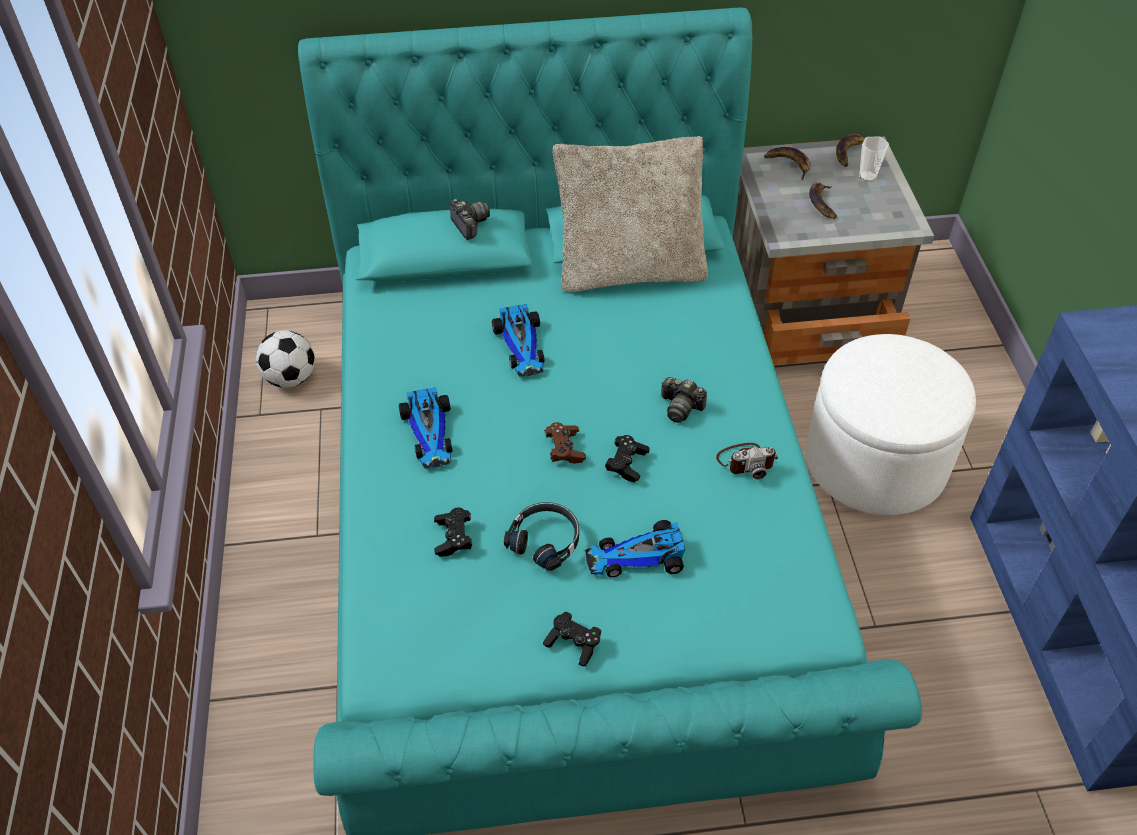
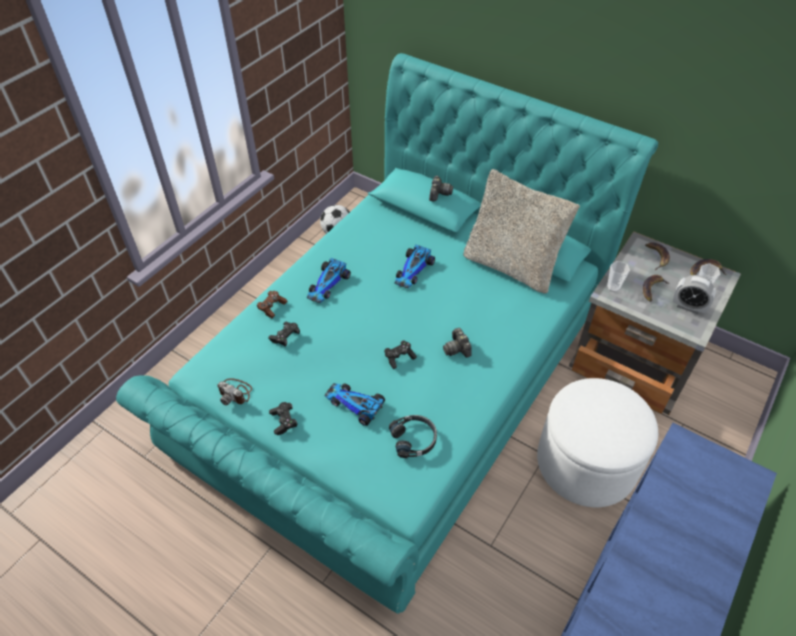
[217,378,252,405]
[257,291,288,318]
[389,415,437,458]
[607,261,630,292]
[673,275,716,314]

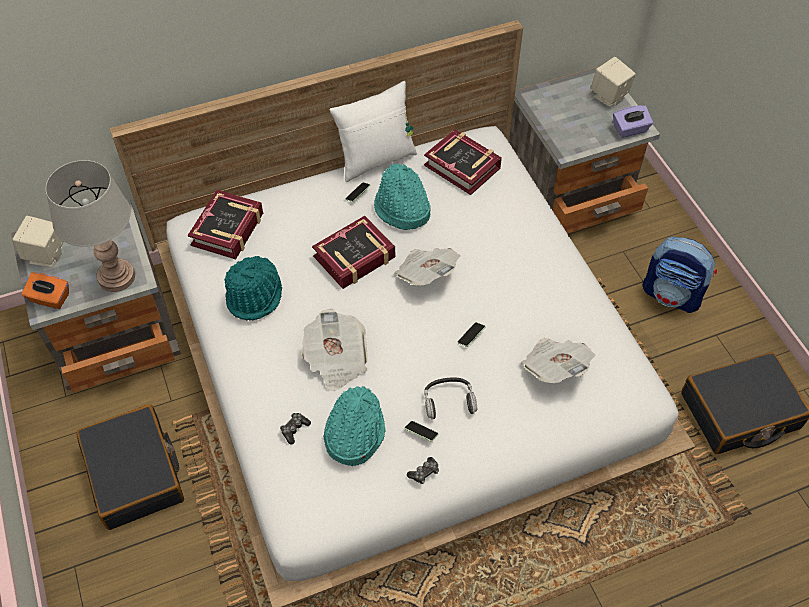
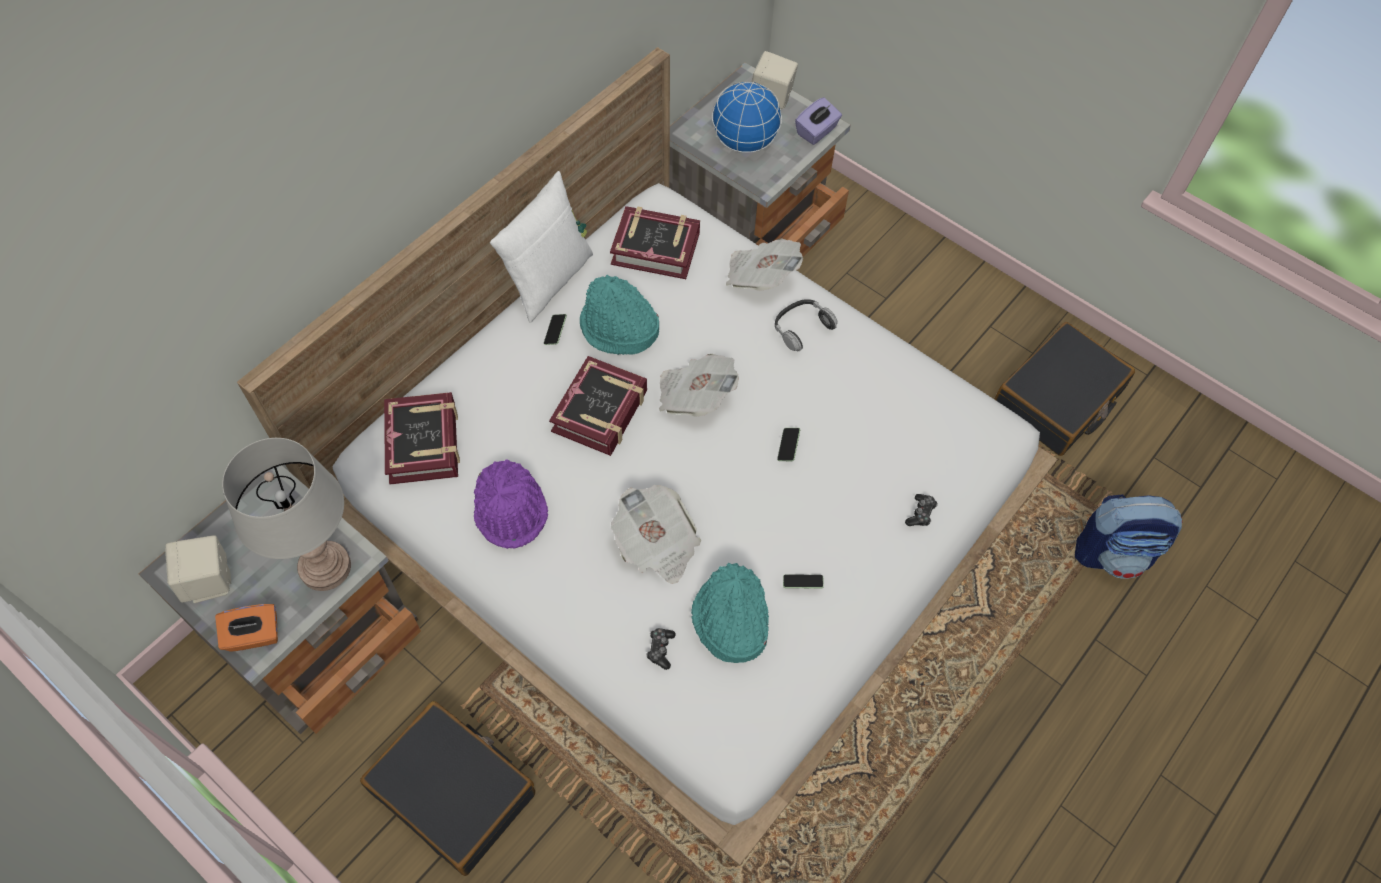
[474,459,548,549]
[712,81,782,153]
[726,239,803,291]
[775,299,838,351]
[905,494,938,526]
[1075,494,1182,579]

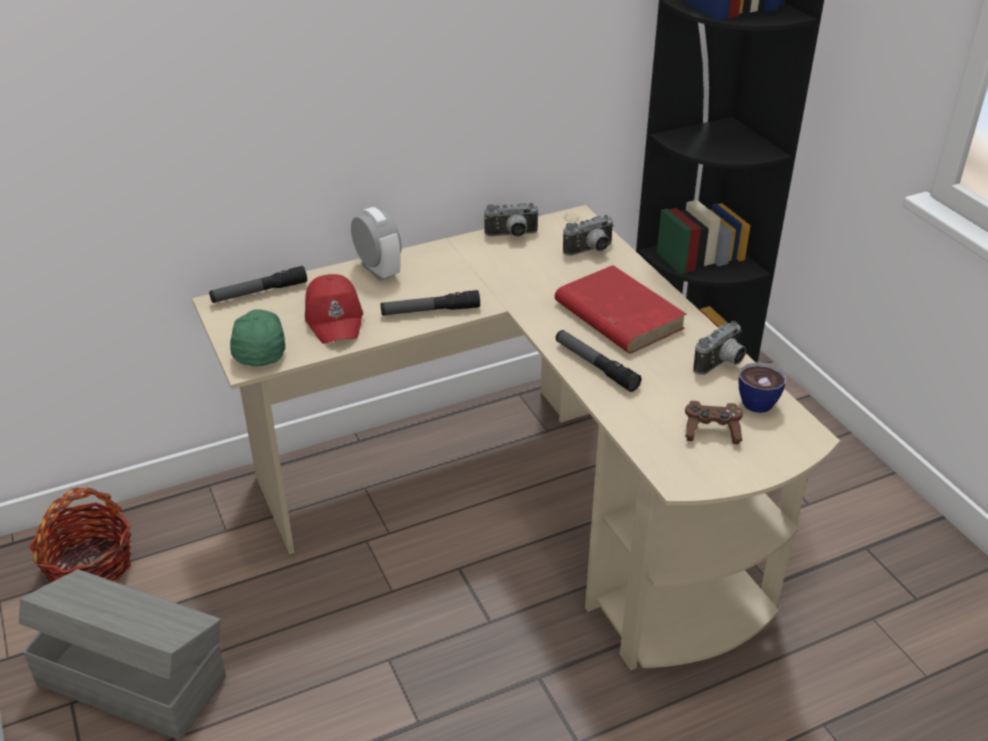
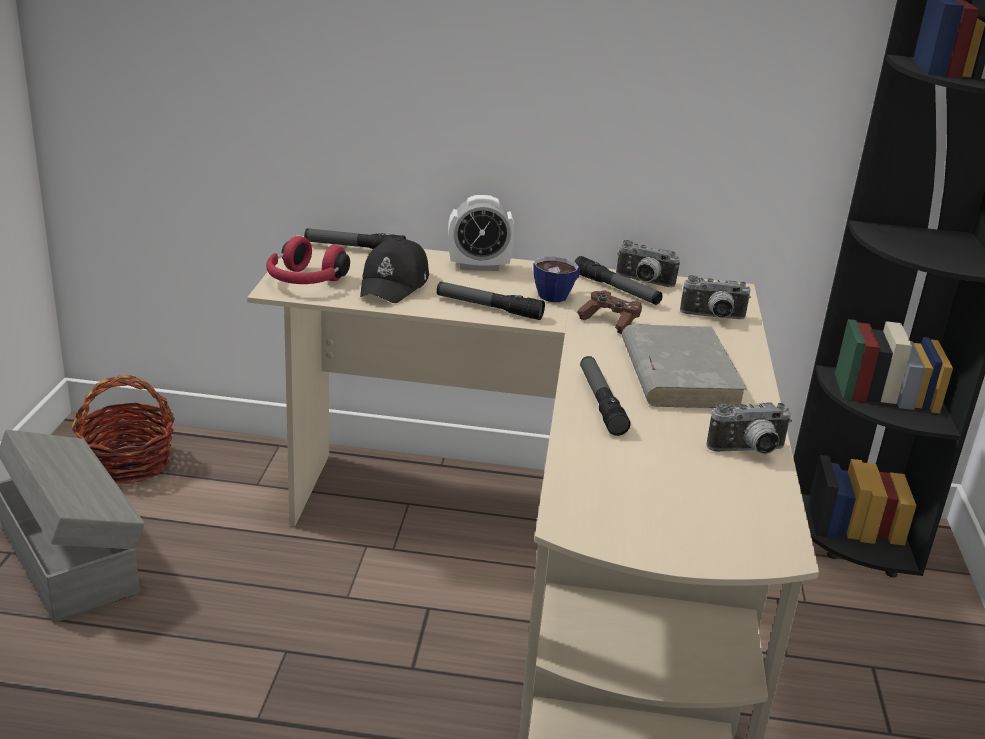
[266,236,350,284]
[360,238,429,303]
[448,195,515,271]
[533,257,580,302]
[574,256,663,305]
[577,290,642,334]
[622,324,747,408]

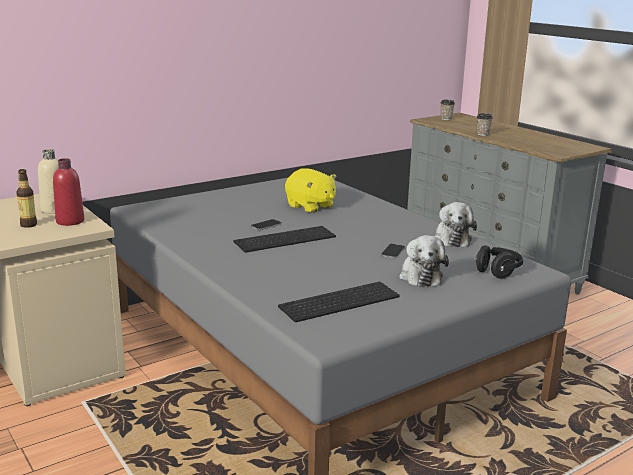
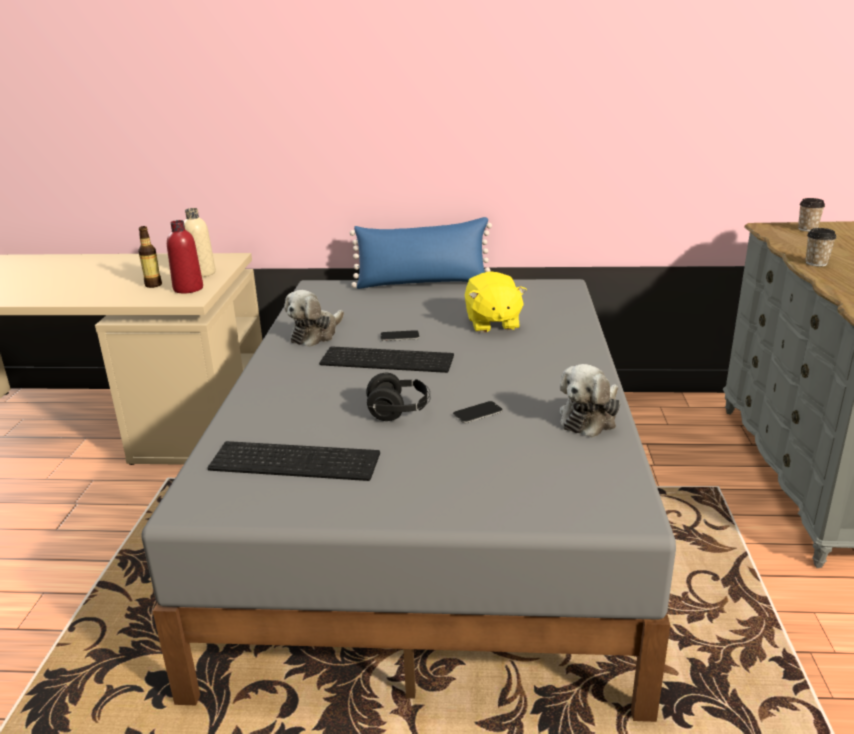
[284,290,344,347]
[350,217,492,289]
[366,373,430,421]

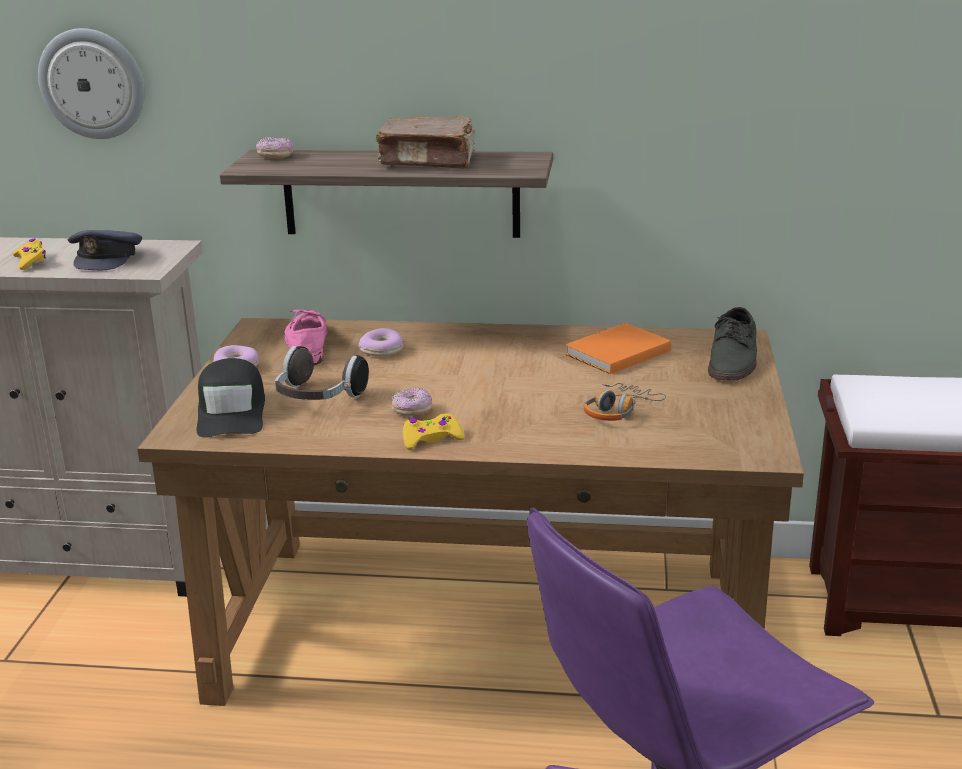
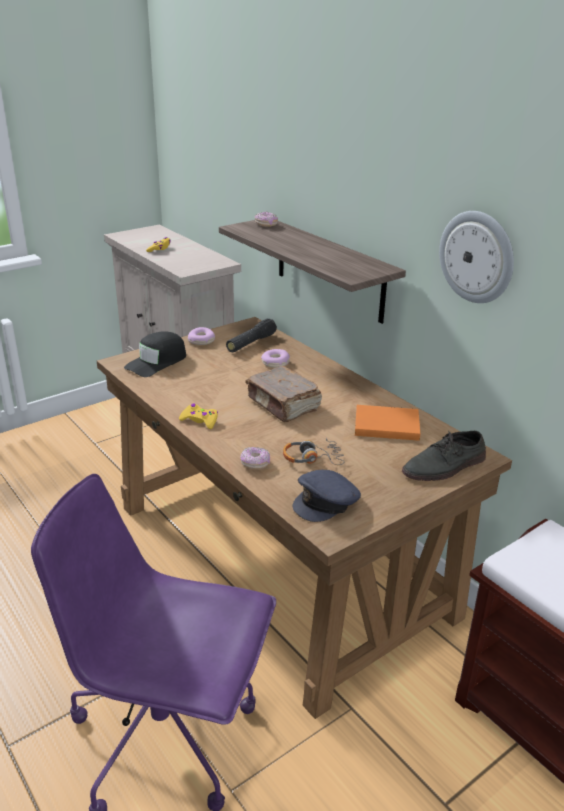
[226,319,277,352]
[240,447,270,469]
[245,366,322,422]
[292,470,361,522]
[439,211,514,303]
[275,346,369,400] (first image)

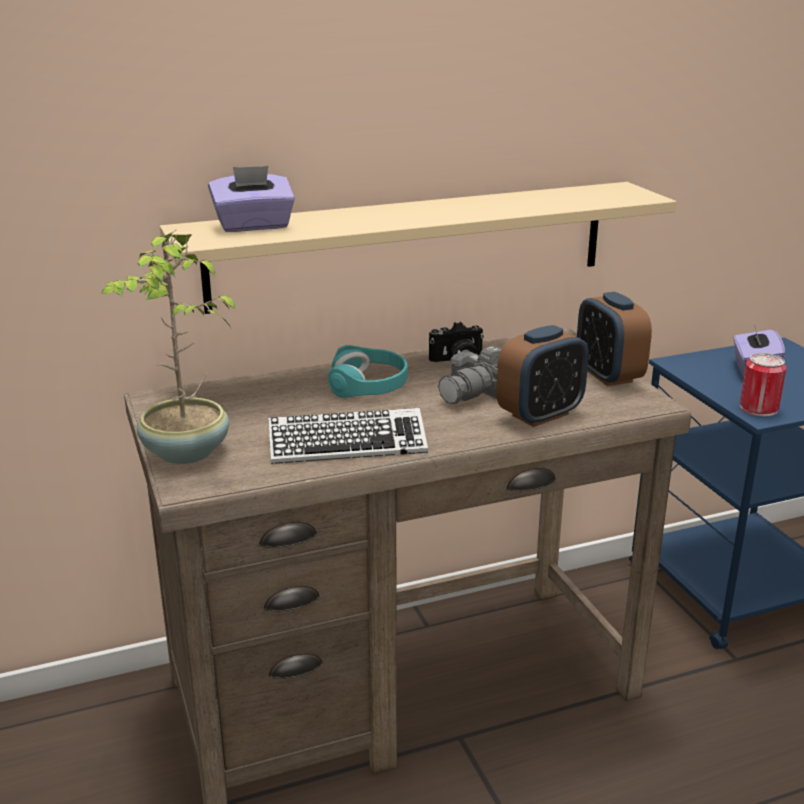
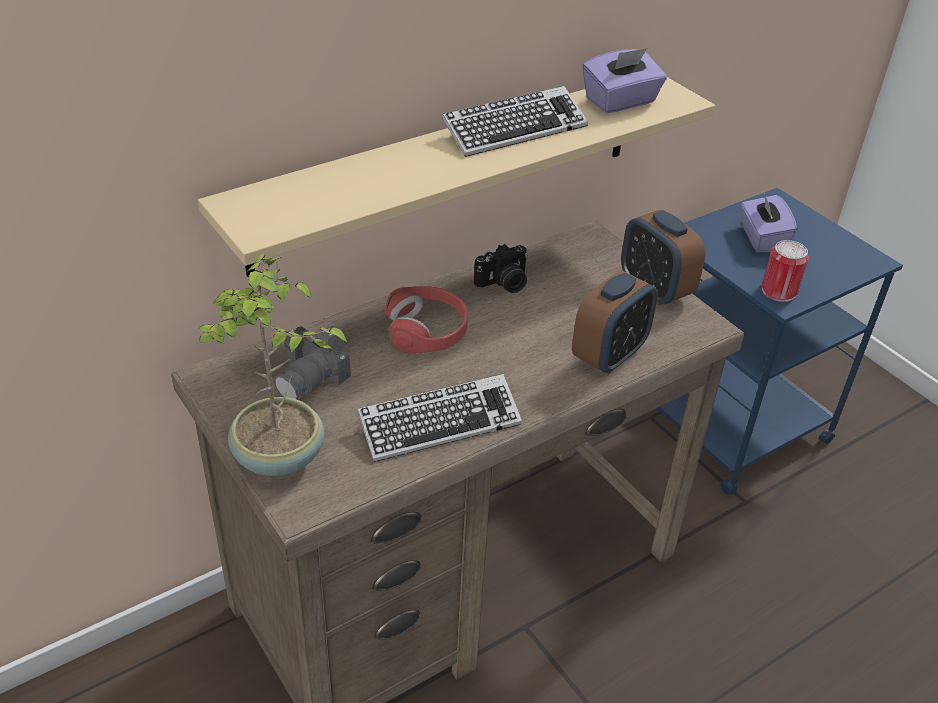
[274,325,351,400]
[386,286,468,353]
[442,86,588,157]
[583,48,667,113]

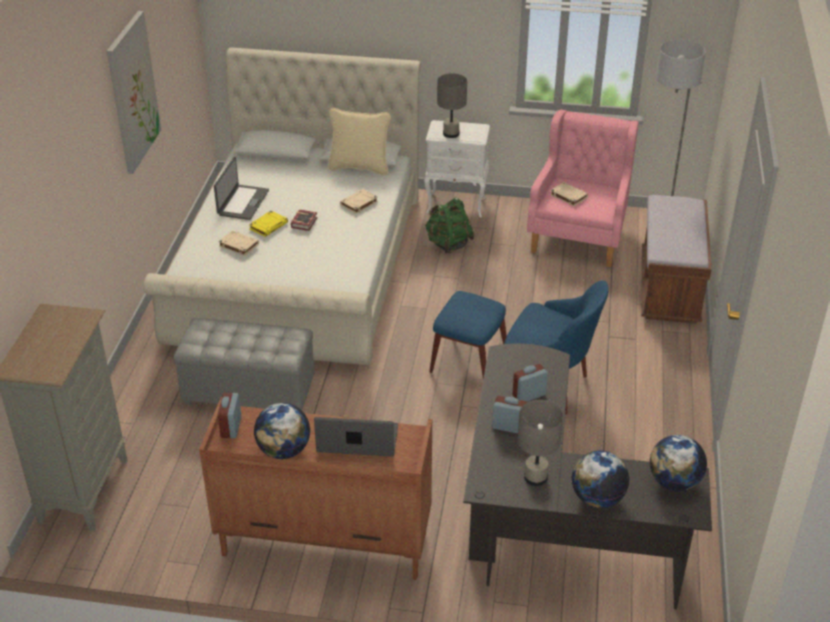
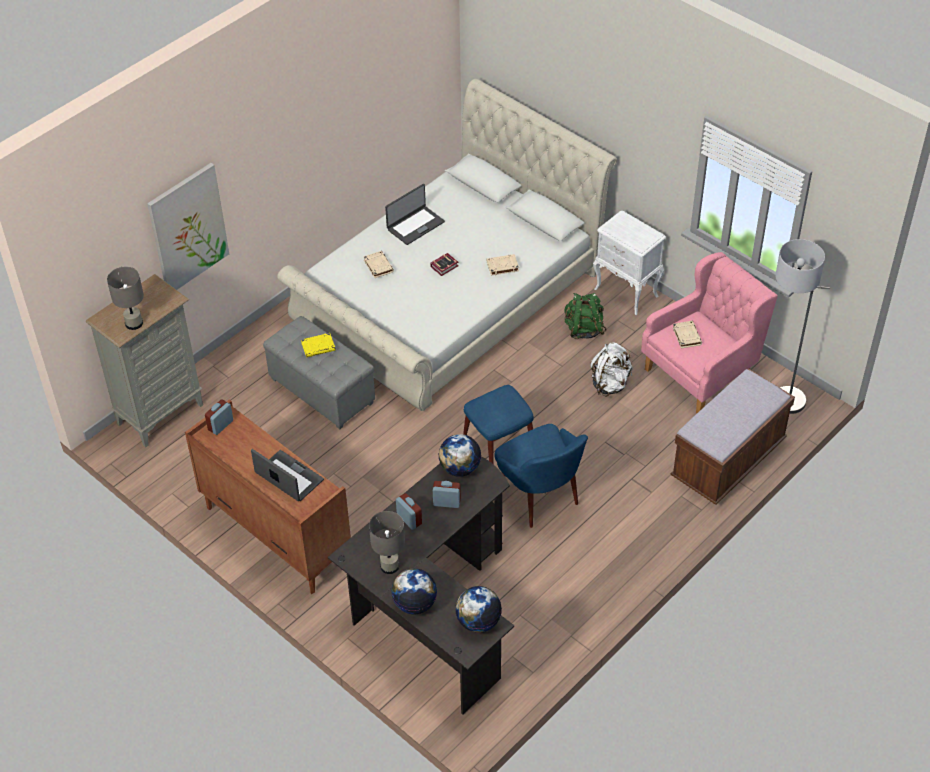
[107,267,144,330]
[147,163,229,290]
[301,333,336,358]
[438,434,481,477]
[590,342,633,397]
[328,108,391,175] (first image)

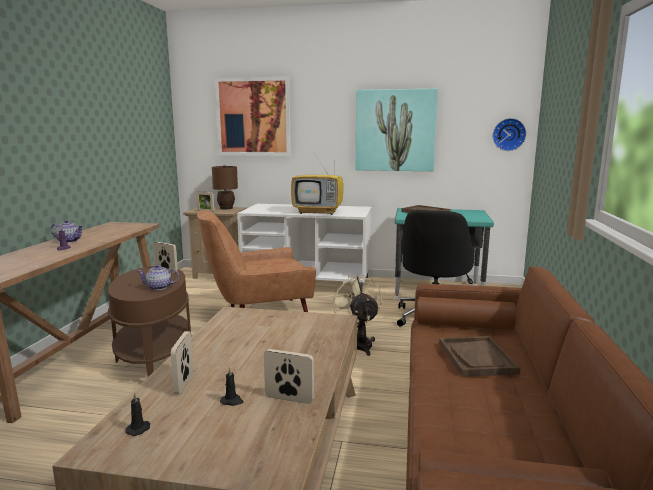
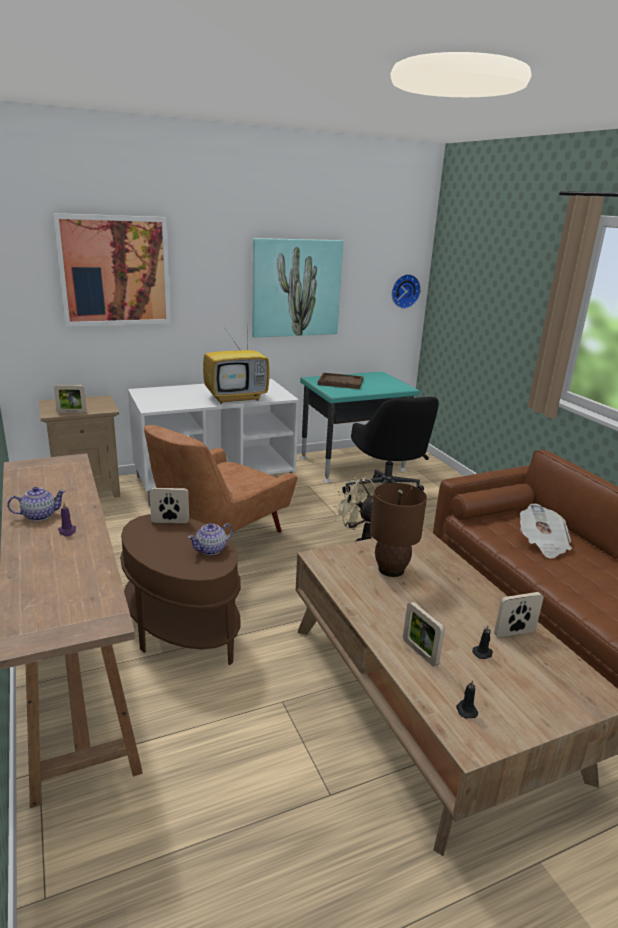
[370,483,427,577]
[520,503,572,559]

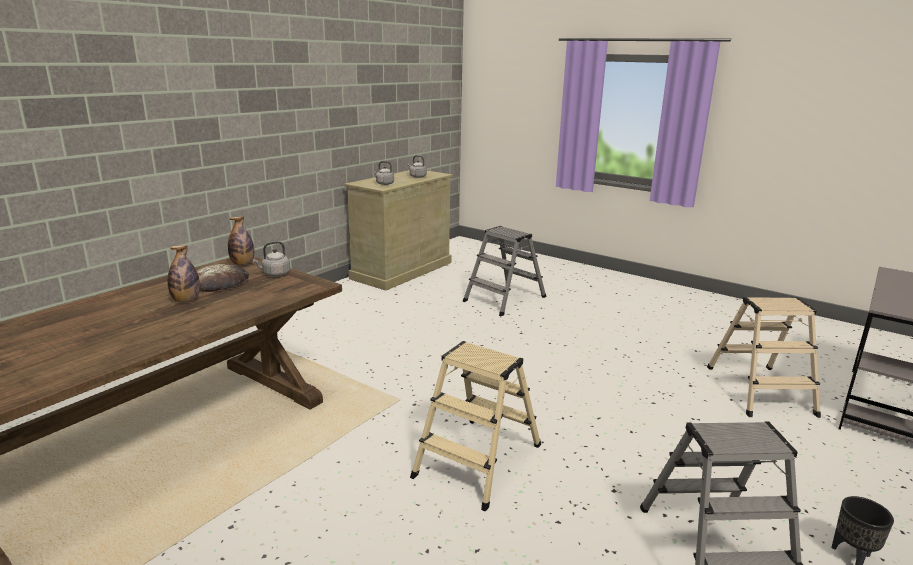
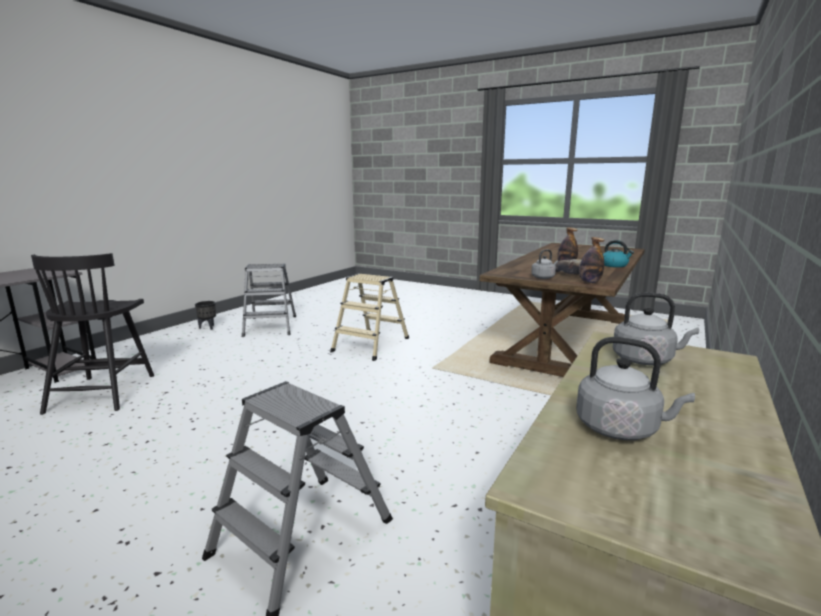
[31,253,154,415]
[603,240,634,267]

